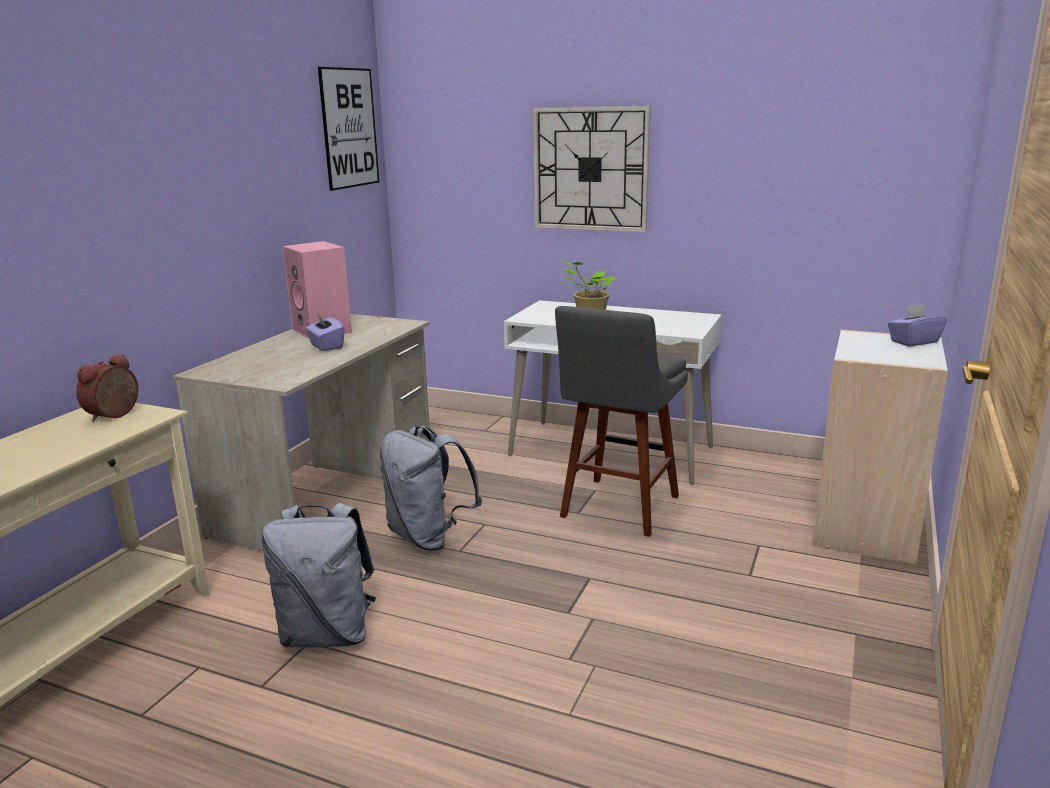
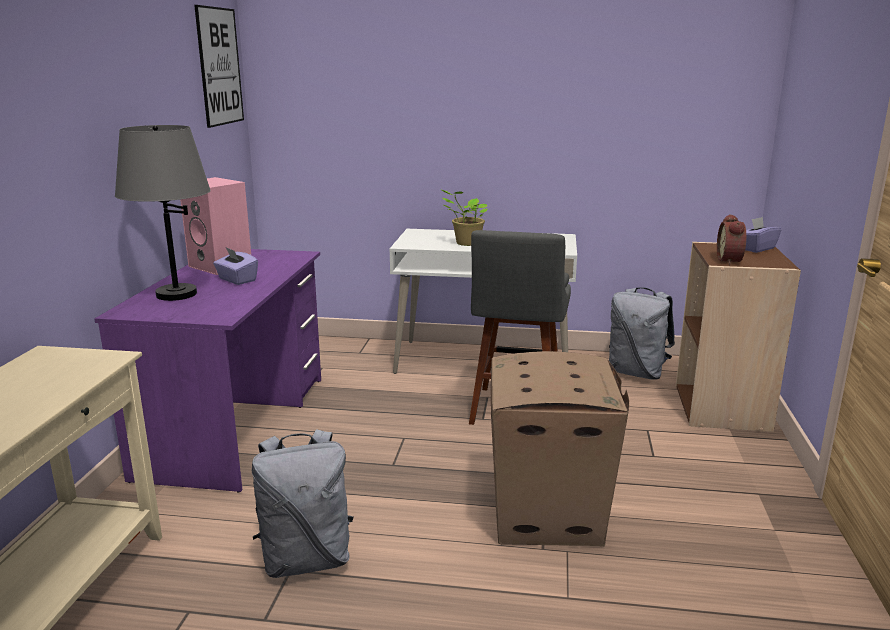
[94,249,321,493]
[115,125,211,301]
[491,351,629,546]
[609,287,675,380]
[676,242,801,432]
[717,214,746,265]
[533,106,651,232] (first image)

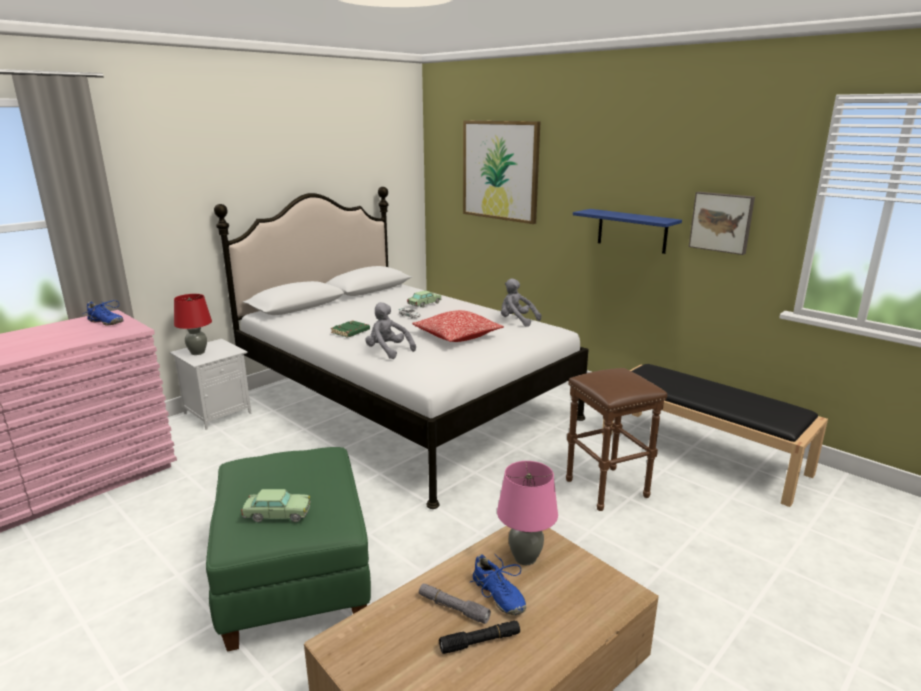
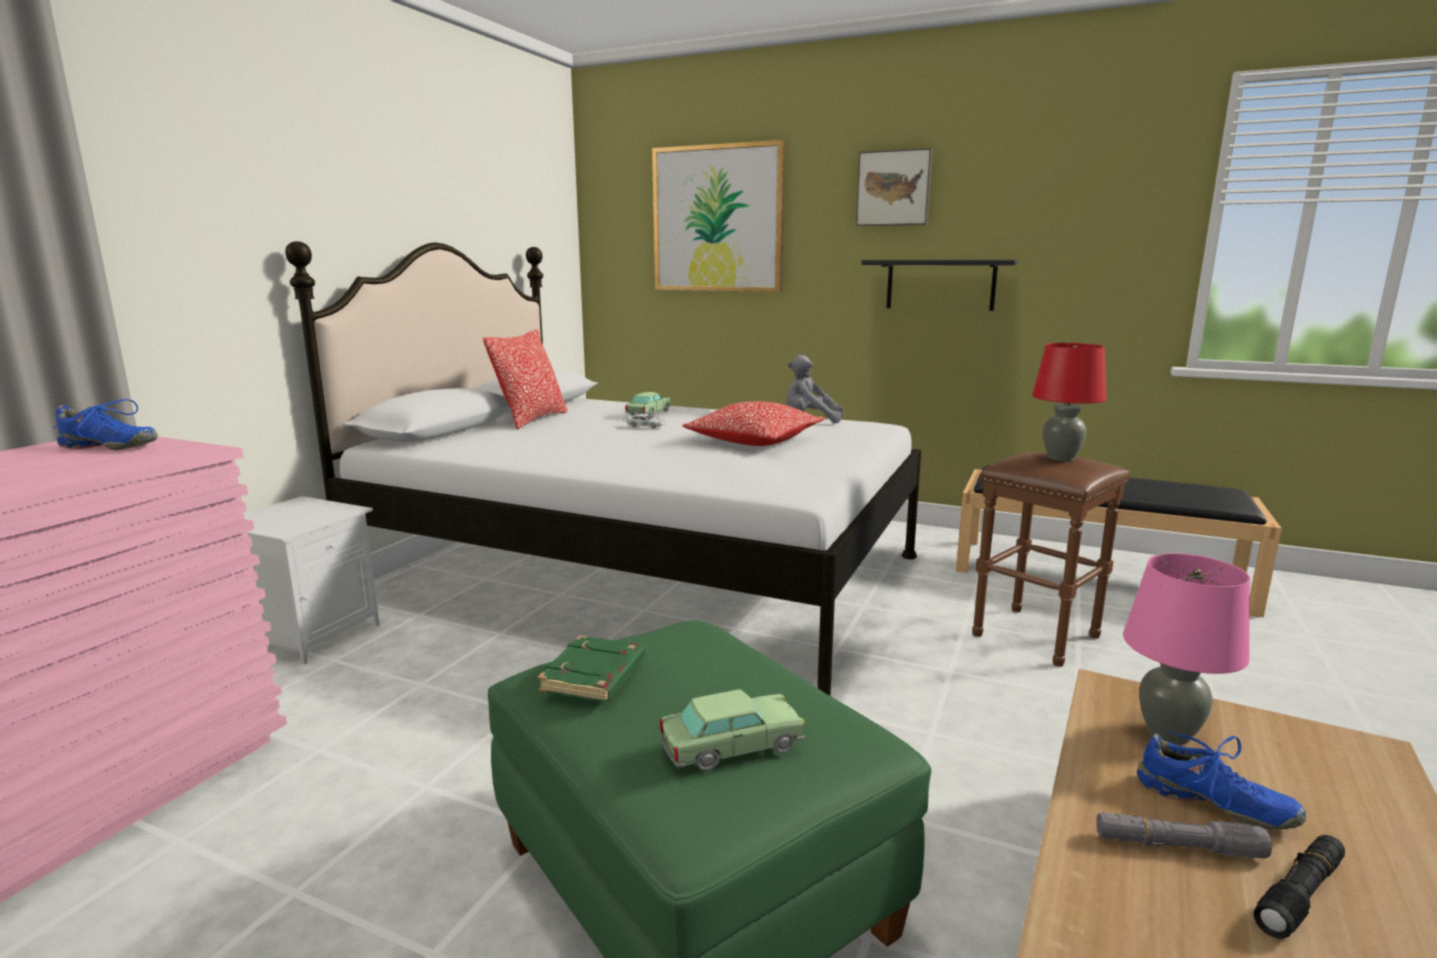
[483,329,568,430]
[537,635,645,702]
[856,148,933,226]
[861,260,1018,311]
[1032,343,1106,461]
[365,302,416,359] (first image)

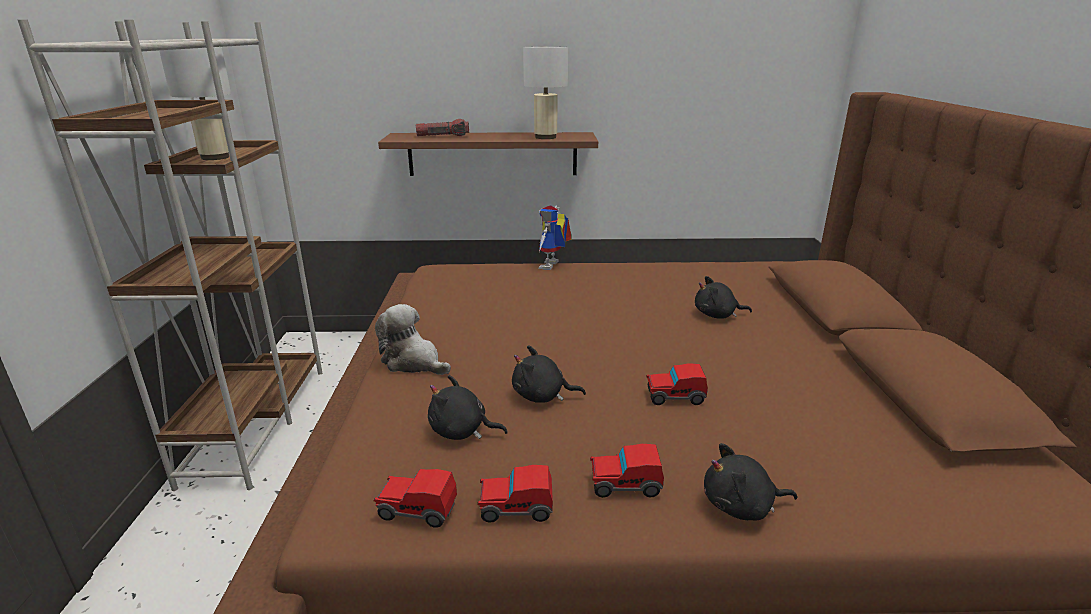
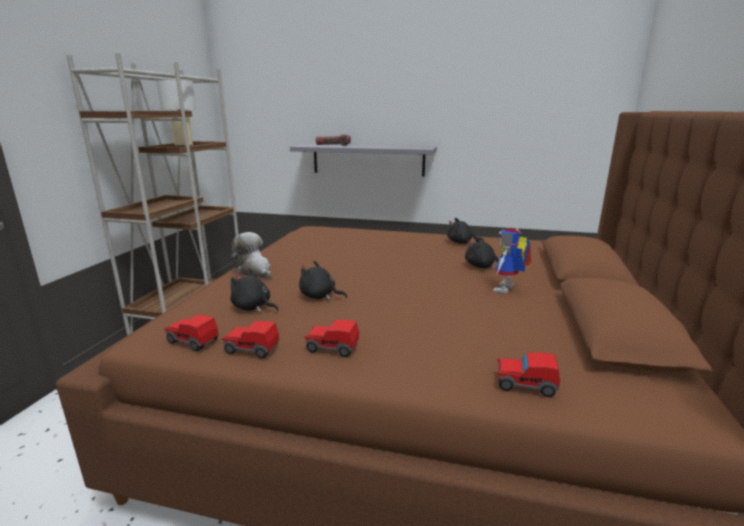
[290,144,437,176]
[447,218,484,244]
[493,228,532,294]
[497,352,560,397]
[523,46,568,139] (first image)

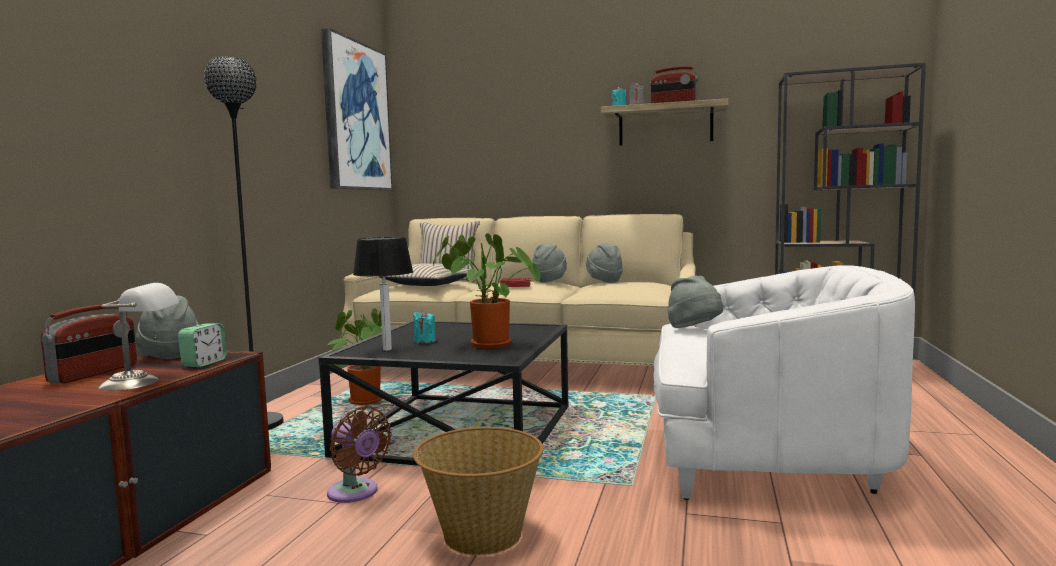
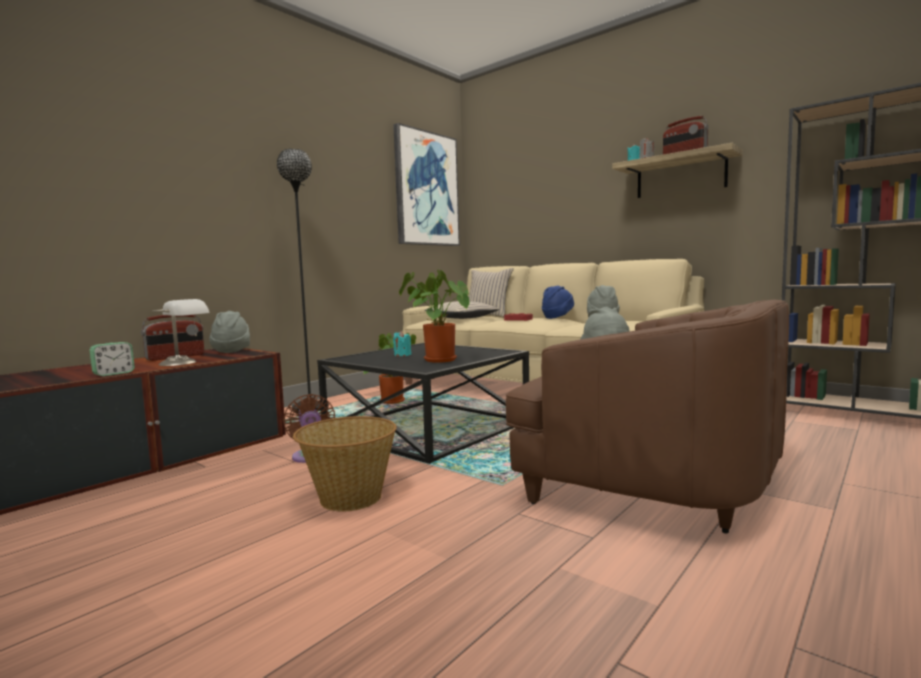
[90,342,135,376]
[506,300,789,534]
[542,286,574,319]
[353,237,413,351] (first image)

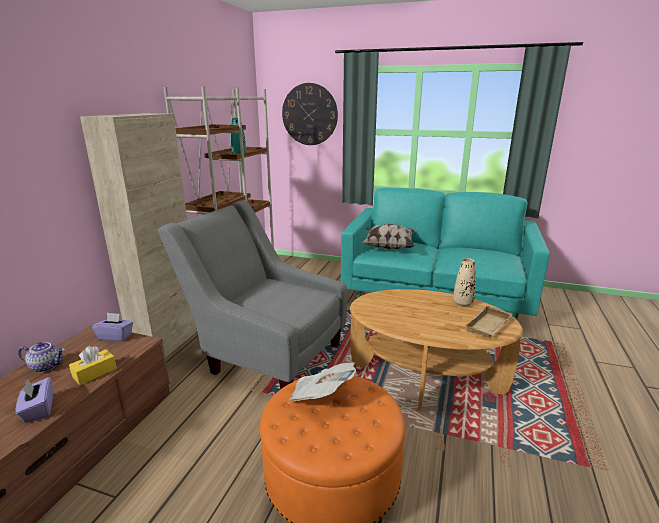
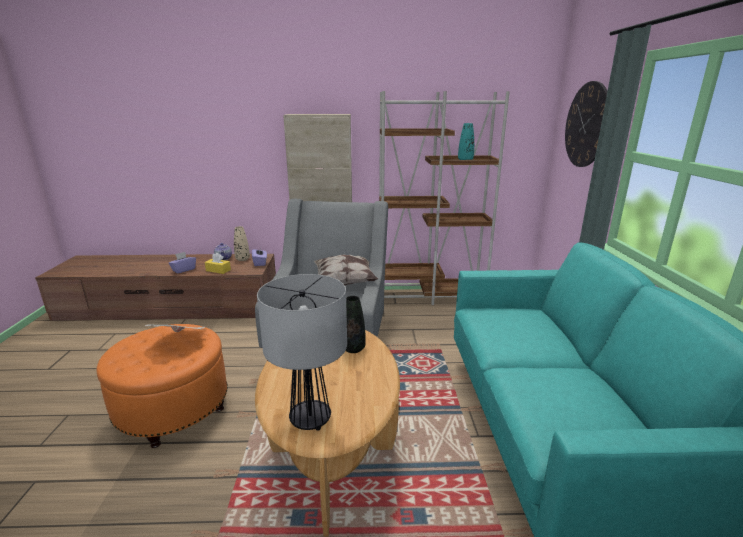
[234,226,250,261]
[257,274,347,431]
[314,254,378,286]
[346,296,366,353]

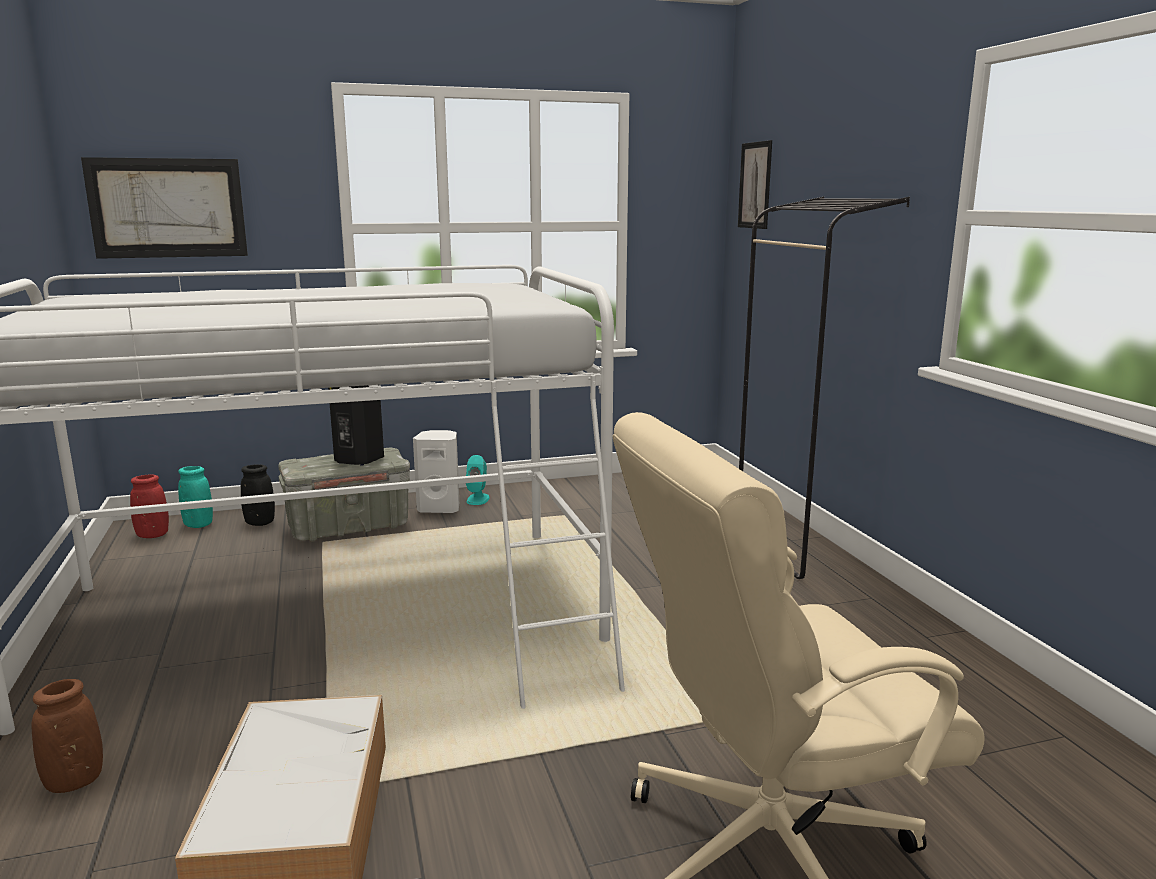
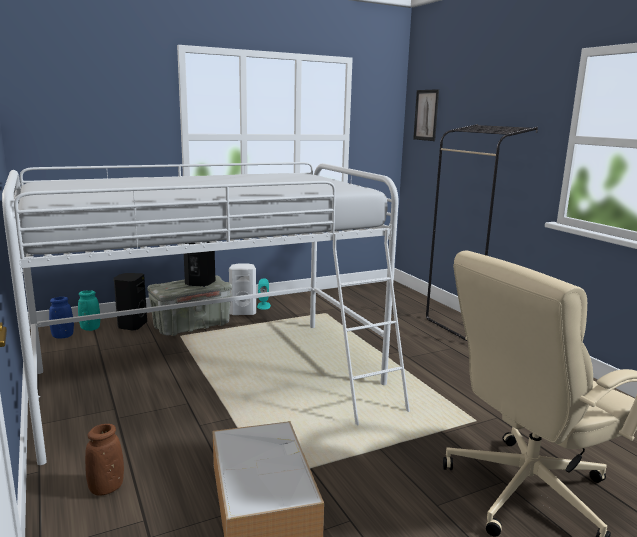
[49,297,74,339]
[114,273,147,330]
[81,157,248,259] (first image)

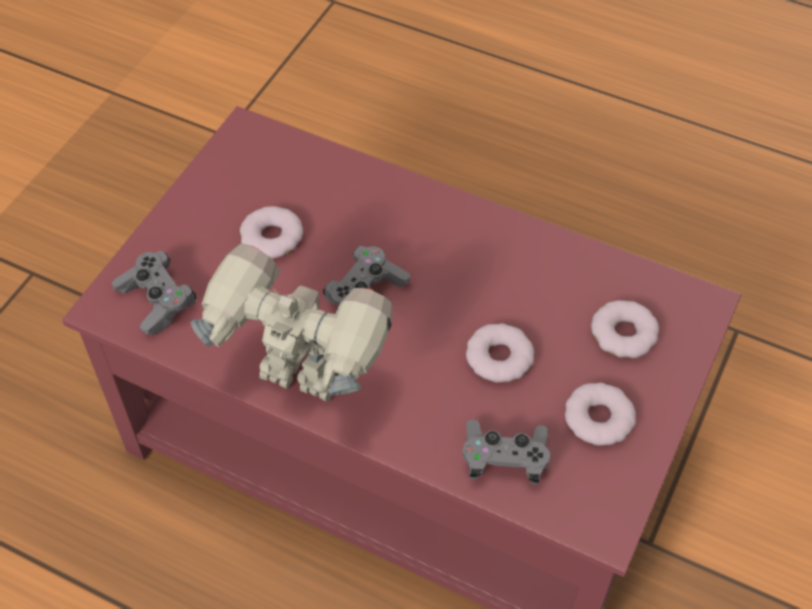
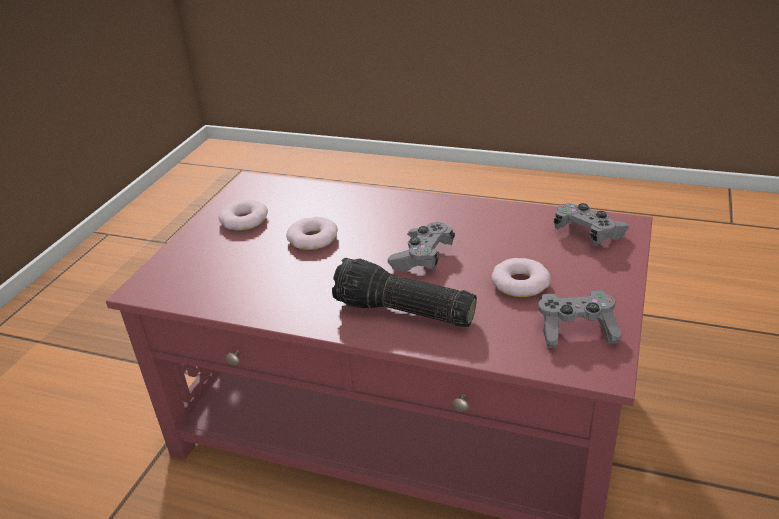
[332,258,477,327]
[538,290,623,348]
[190,243,393,402] (first image)
[591,300,659,358] (first image)

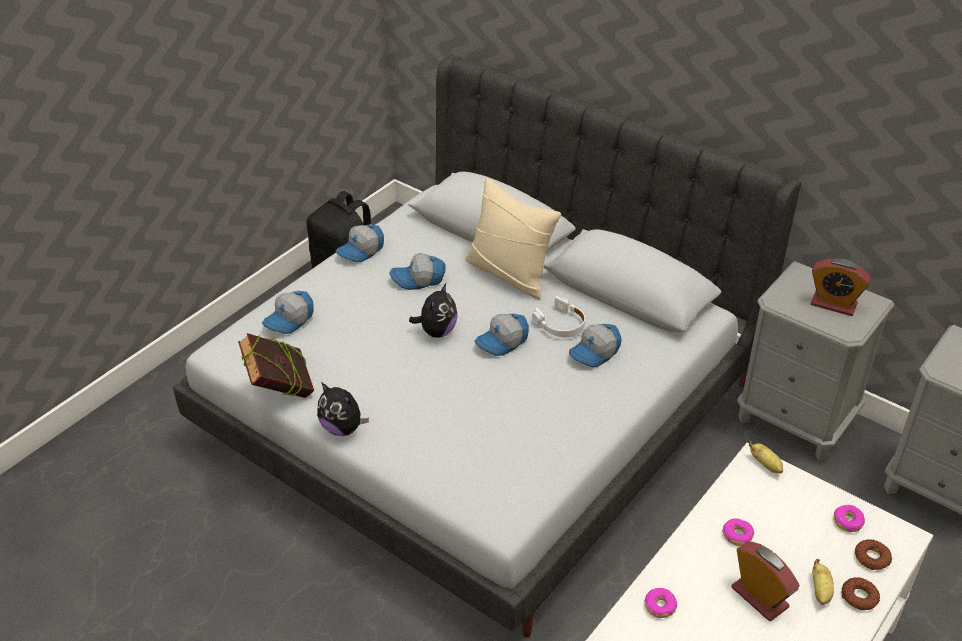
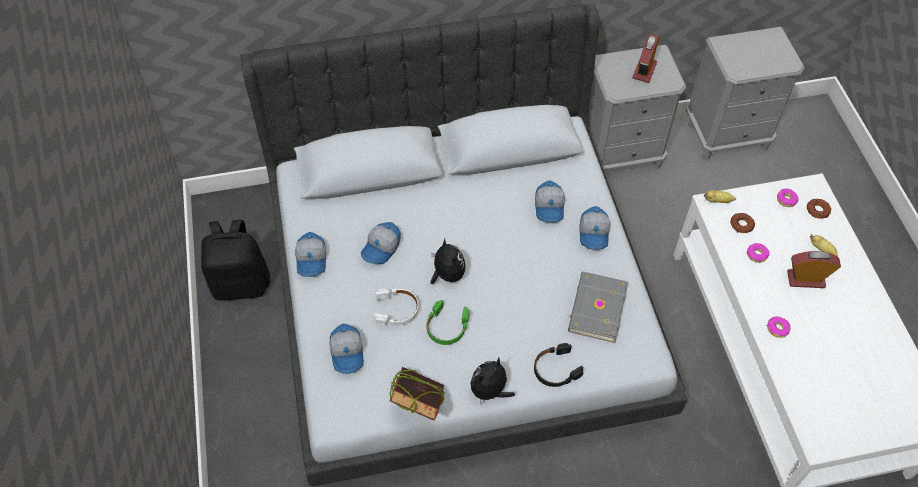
[374,289,419,325]
[427,300,470,345]
[471,358,515,406]
[534,343,583,387]
[568,272,628,343]
[579,206,610,250]
[633,34,660,83]
[730,213,755,233]
[465,178,561,299] (first image)

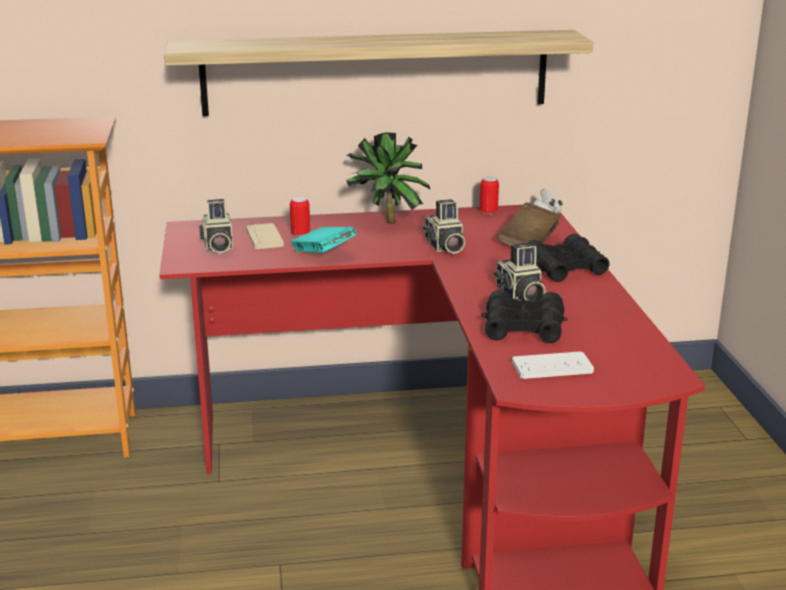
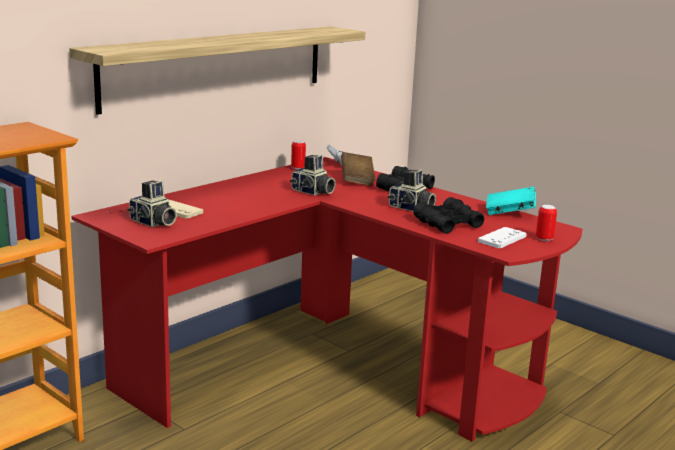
[486,186,536,215]
[536,205,557,241]
[346,132,431,224] (first image)

